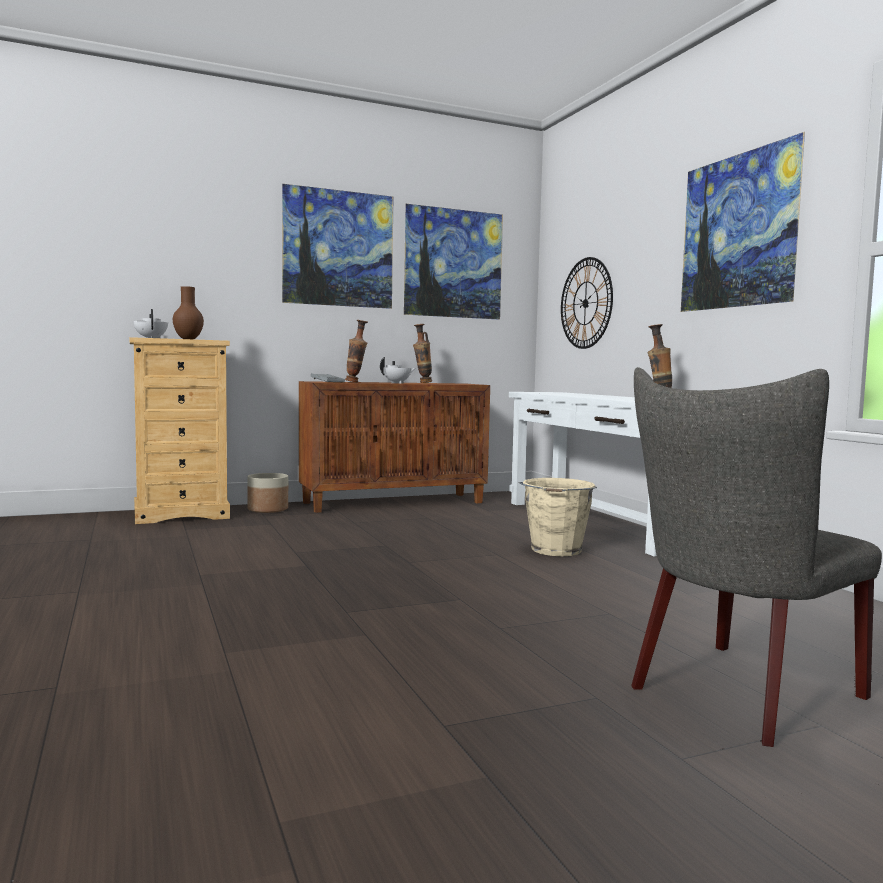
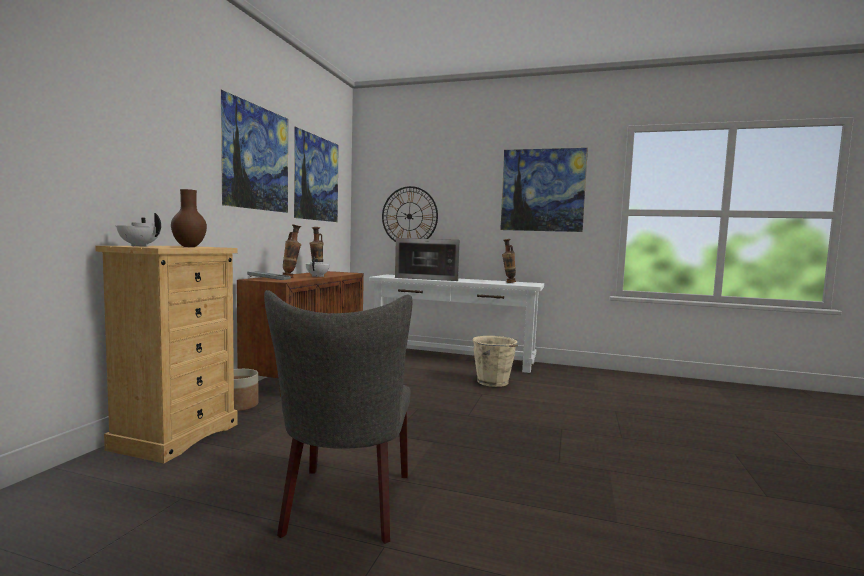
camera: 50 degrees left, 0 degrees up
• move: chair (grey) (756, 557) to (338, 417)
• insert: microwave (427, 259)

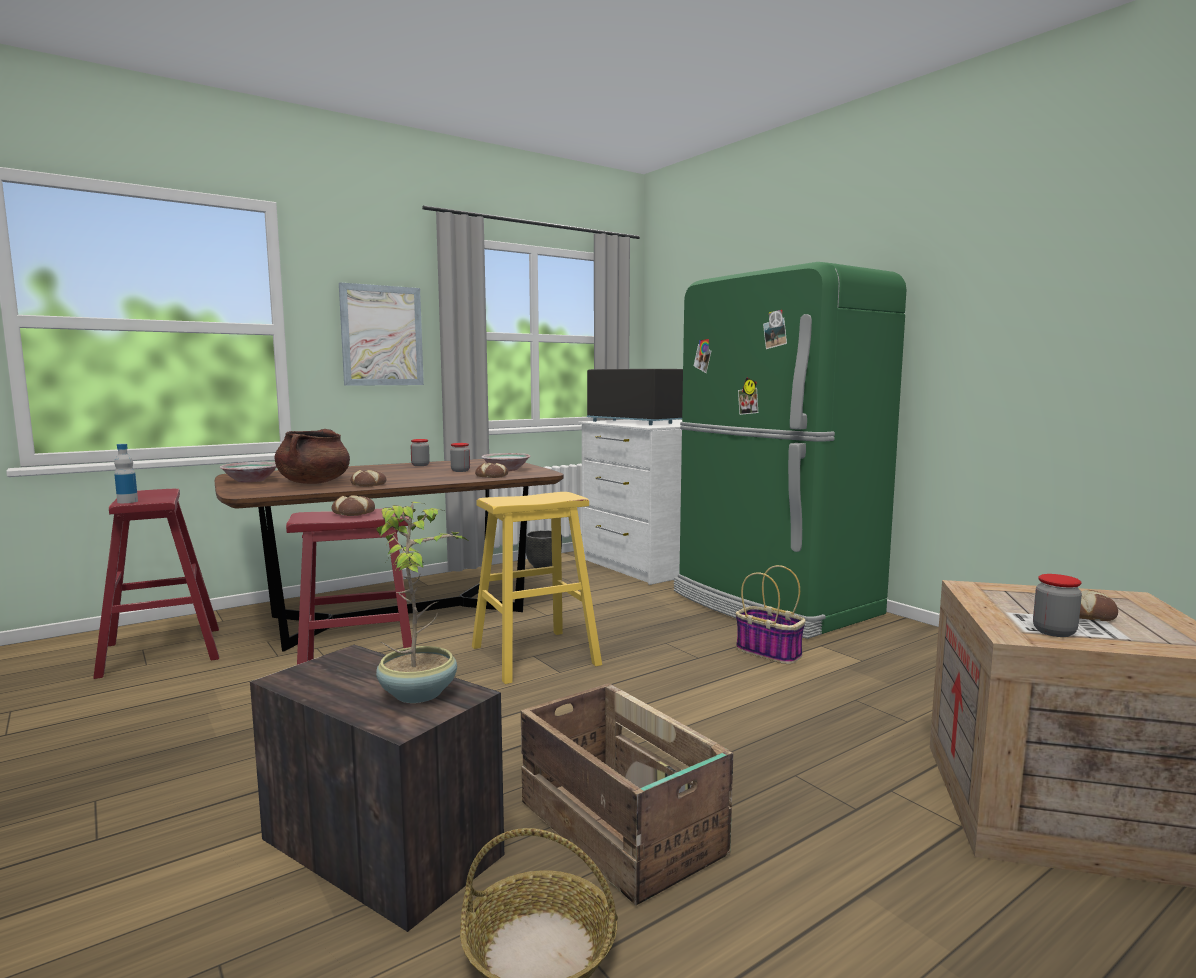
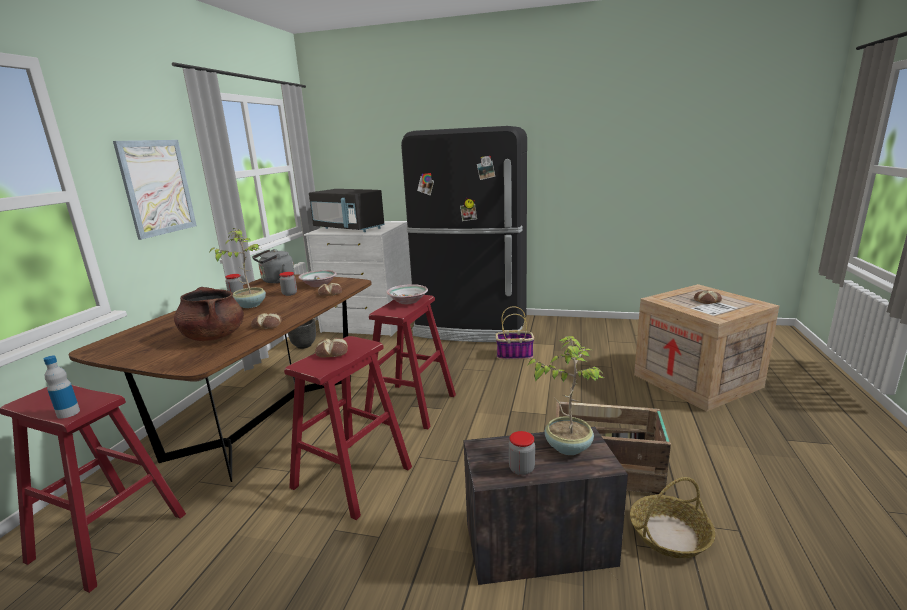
camera: 40 degrees left, 10 degrees up
• move: bowl (247, 472) to (407, 294)
• recolor: stool (yellow) (537, 588) to stool (red) (410, 362)
• rotate: microwave (black) (635, 397) = (347, 210) 150 degrees counterclockwise
• recolor: fridge (green) (790, 450) to fridge (black) (464, 234)
• move: jar (1057, 605) to (522, 453)
• insert: potted plant (238, 268)
• insert: kettle (grey) (273, 266)

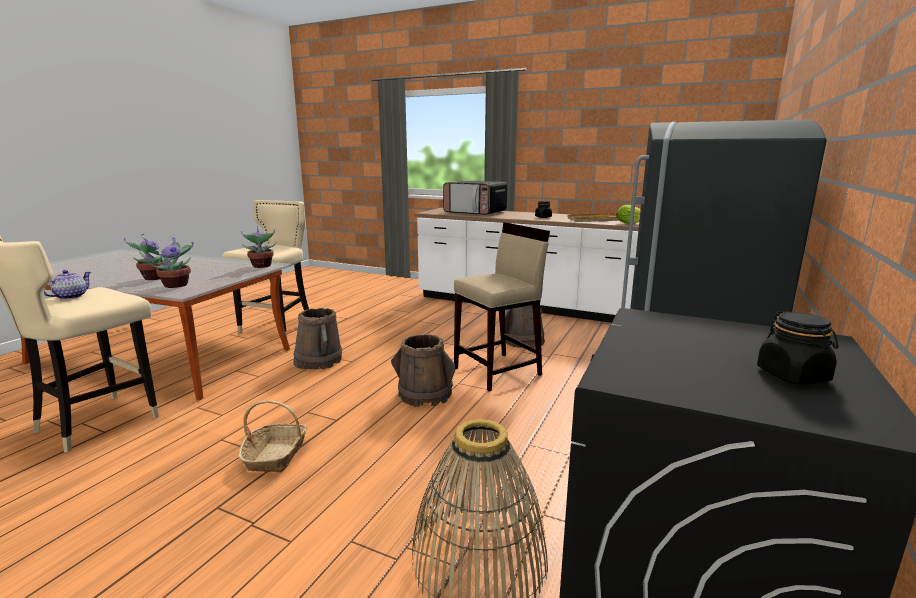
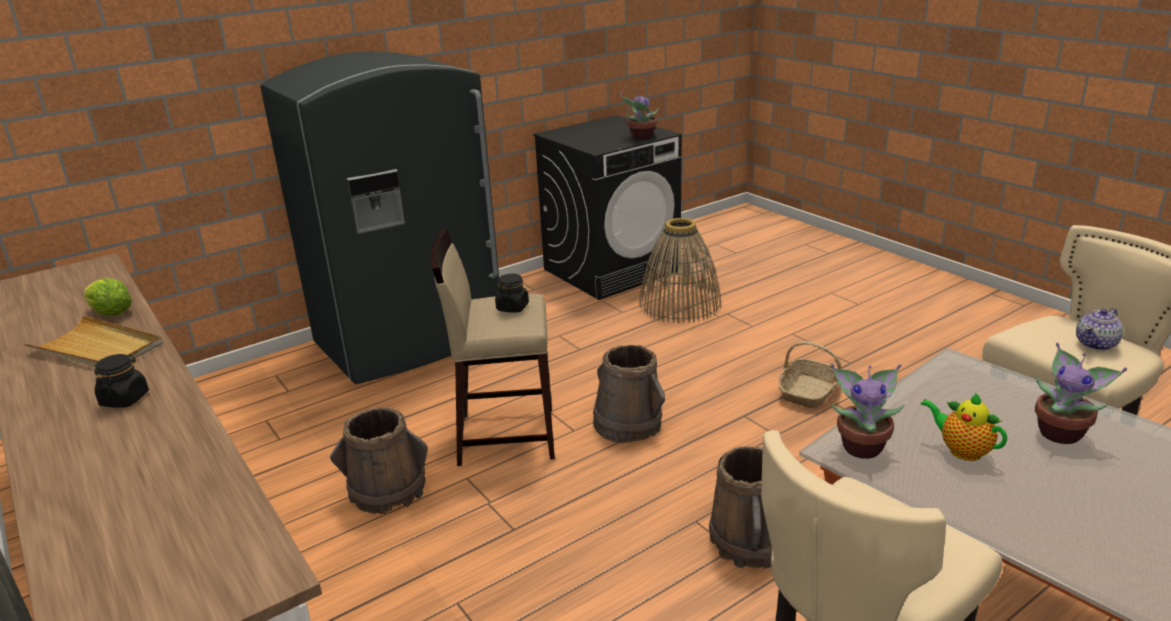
camera: 150 degrees left, 10 degrees up
• move: potted plant (173, 262) to (639, 114)
• delete: microwave (475, 198)
• move: jar (black) (798, 347) to (512, 293)
• insert: teapot (964, 426)

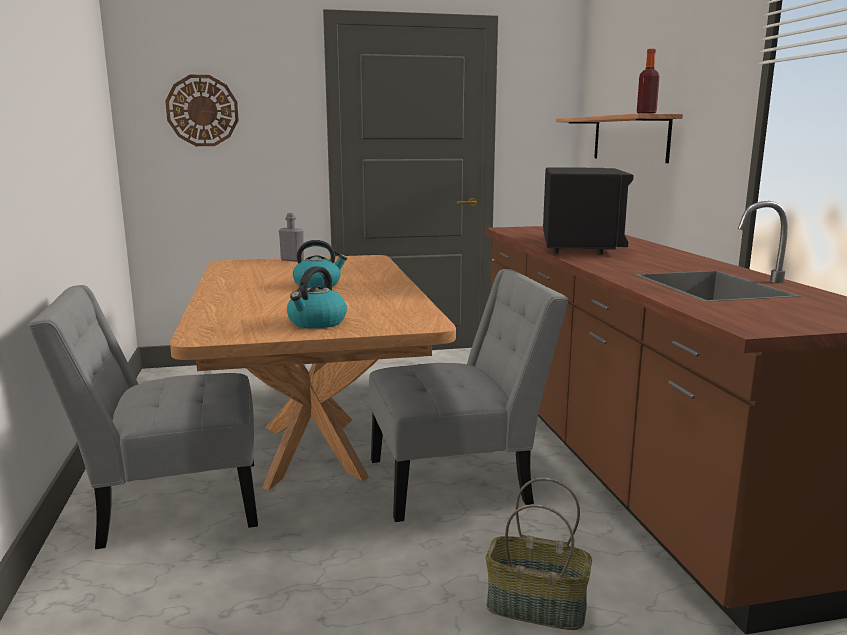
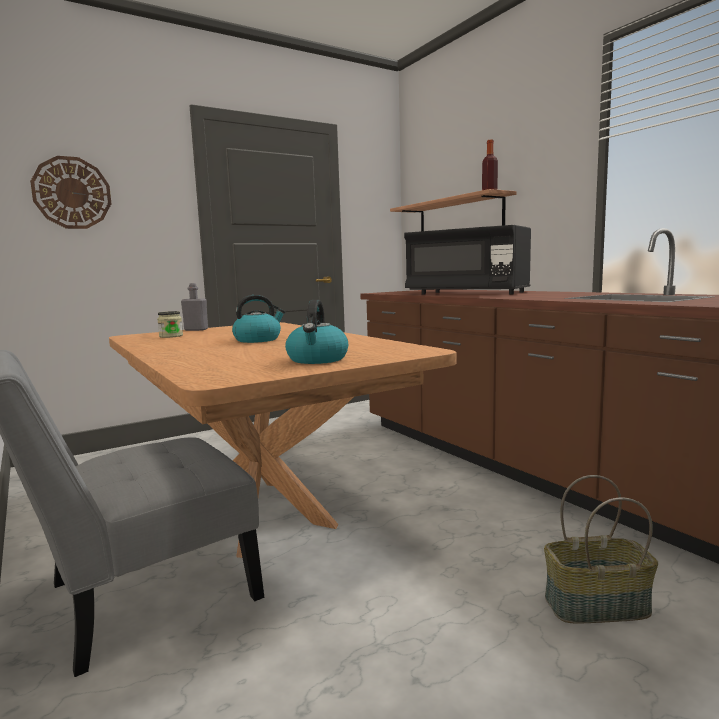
camera: 20 degrees left, 5 degrees down
• delete: chair (grey) (469, 395)
• rotate: microwave (black) (588, 210) = (467, 260) 135 degrees clockwise
• insert: jar (170, 324)

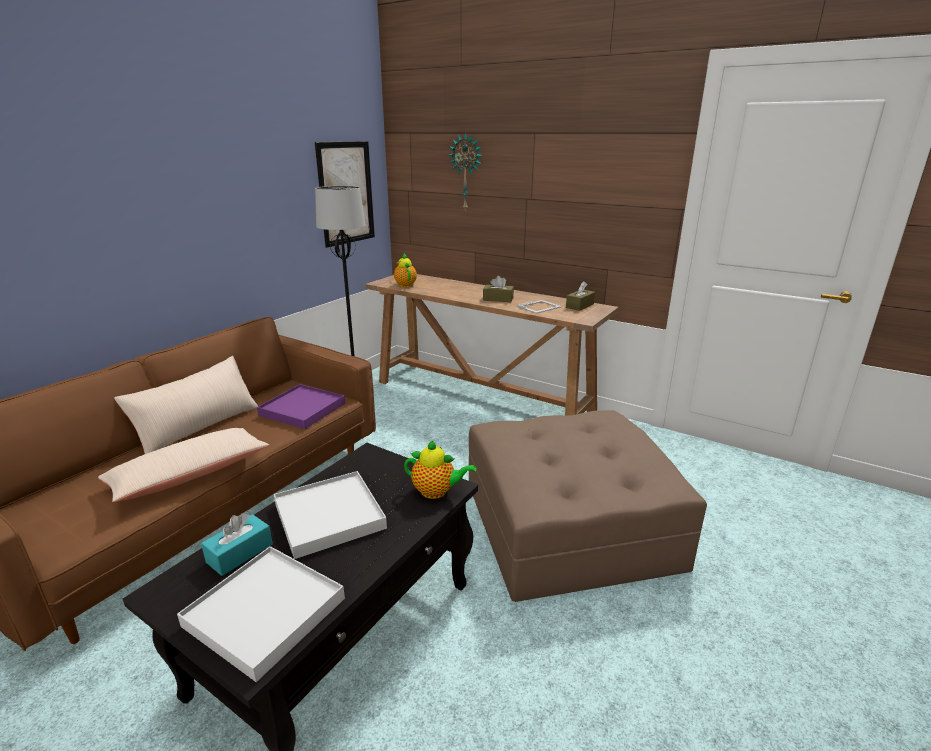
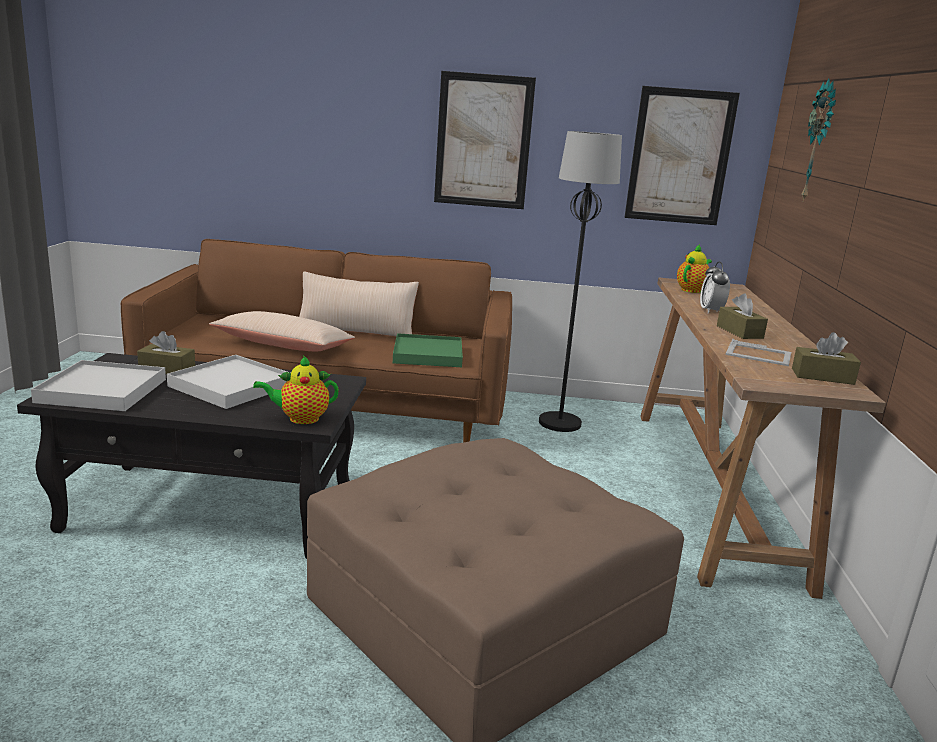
camera: 60 degrees right, 5 degrees down
• recolor: tissue box (turquoise) (237, 544) to tissue box (brown) (166, 352)
• recolor: tray (purple) (301, 406) to tray (green) (428, 350)
• rotate: teapot (440, 469) = (296, 390) 90 degrees clockwise
• insert: picture (485, 140)
• insert: alarm clock (715, 288)

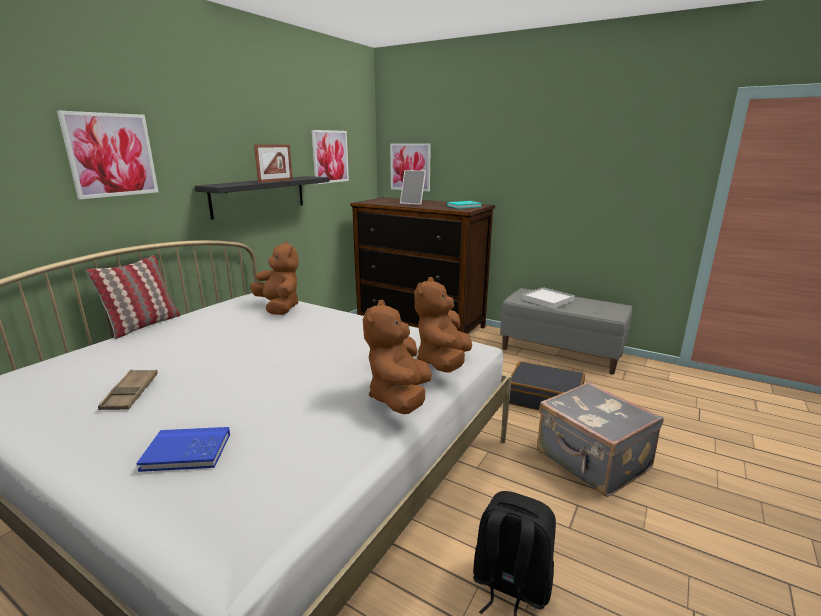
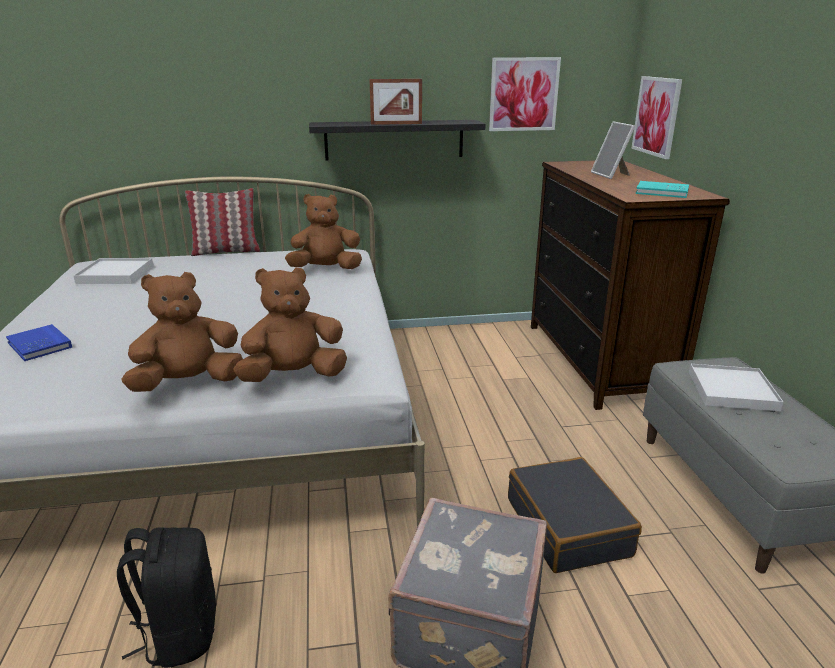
camera: 50 degrees right, 5 degrees up
• delete: picture (107, 155)
• delete: tray (brown) (128, 390)
• rotate: plush toy (brown) (274, 278) = (323, 231) 120 degrees counterclockwise
• insert: tray (white) (113, 271)

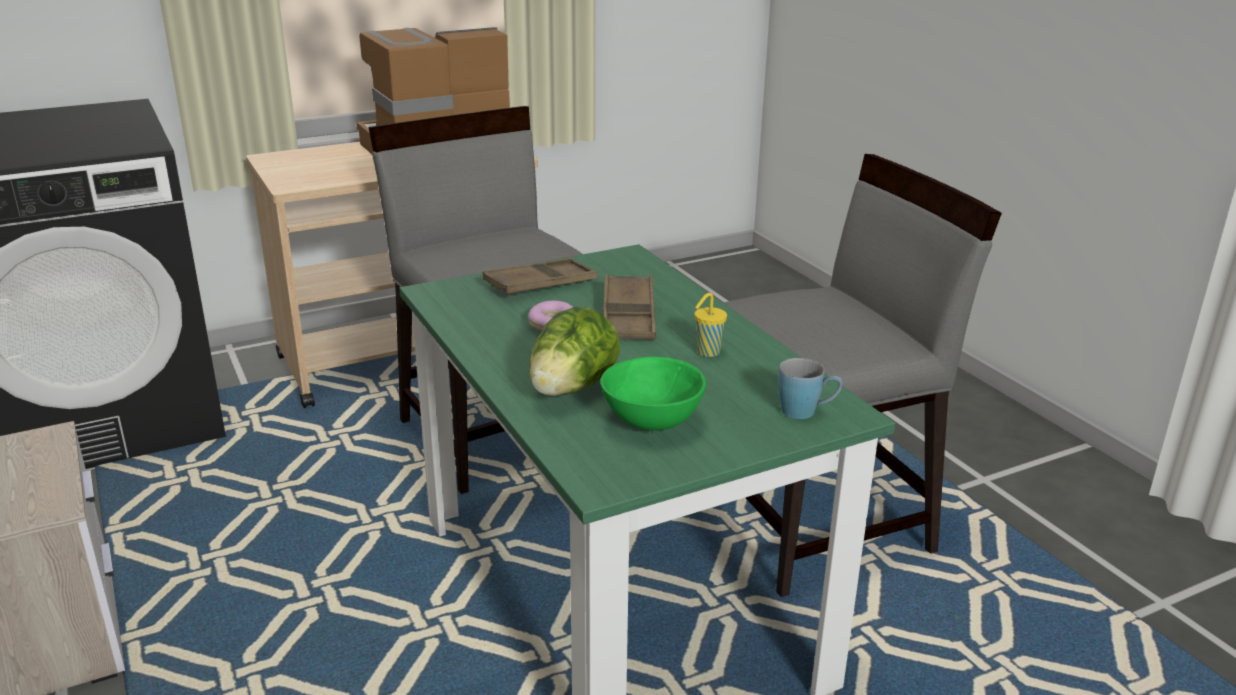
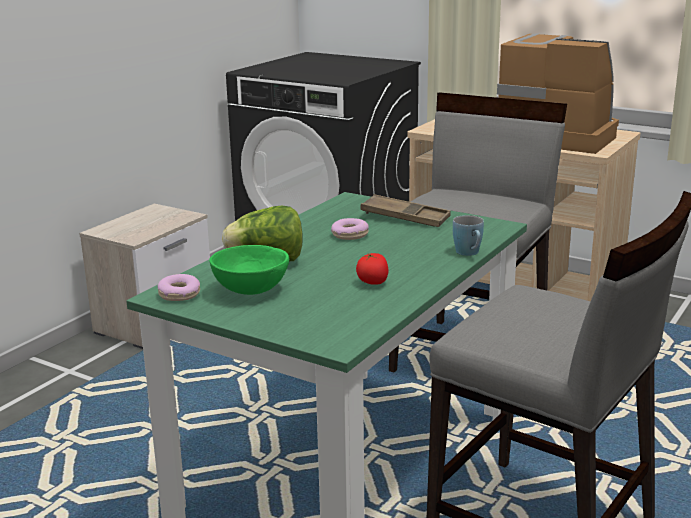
camera: 60 degrees right, 5 degrees down
• delete: tray (brown) (629, 307)
• replace: cup (yellow) (711, 325) to tomato (372, 269)
• move: mug (blue) (810, 388) to (468, 235)
• insert: donut (178, 287)

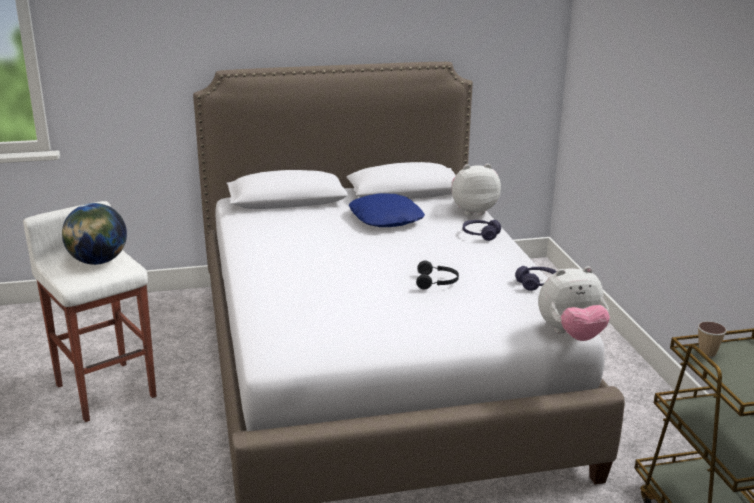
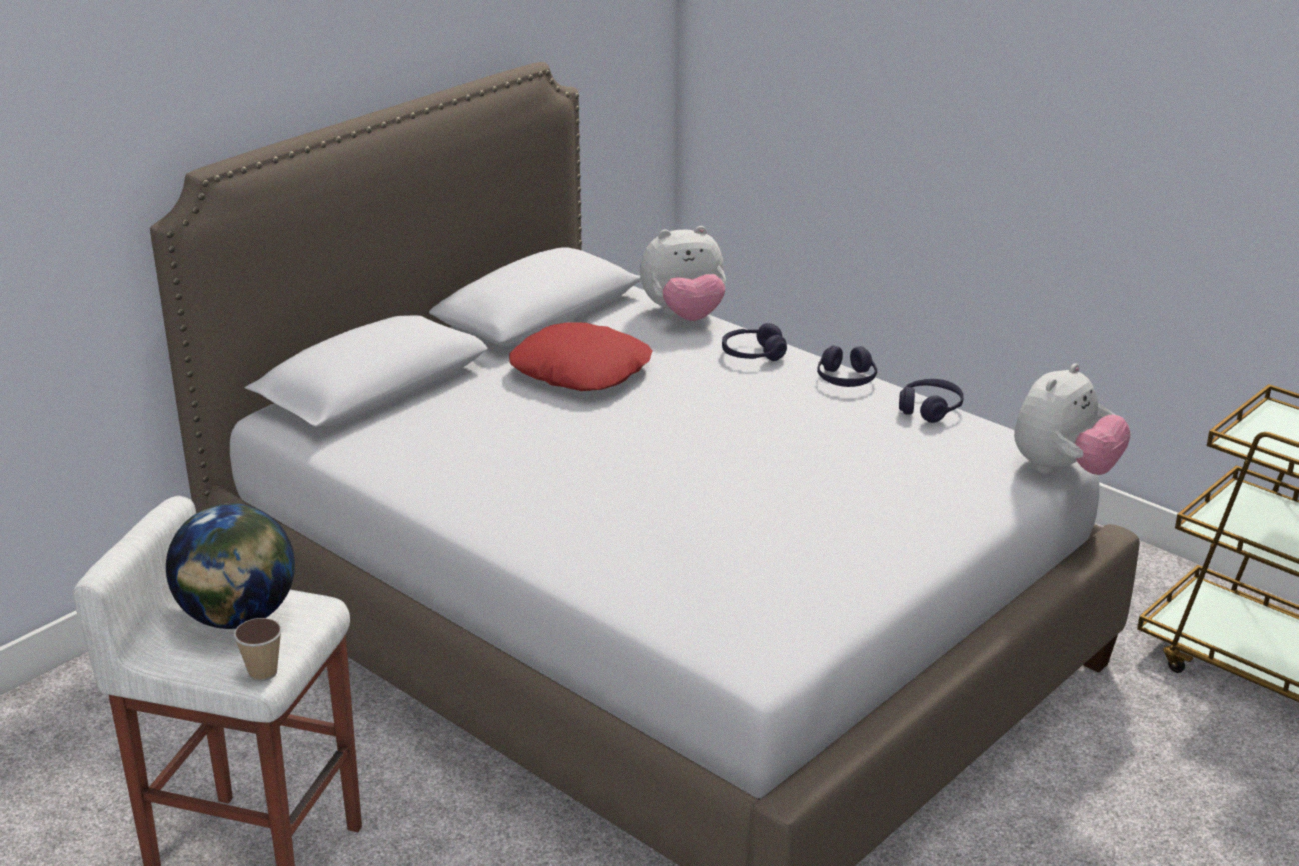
camera: 35 degrees left, 5 degrees up
• recolor: pillow (blue) (387, 210) to pillow (red) (580, 356)
• delete: headphones (black) (437, 275)
• rotate: plush toy (476, 189) = (683, 273) 150 degrees counterclockwise
• move: cup (712, 339) to (258, 649)
• insert: headphones (purple) (847, 366)

